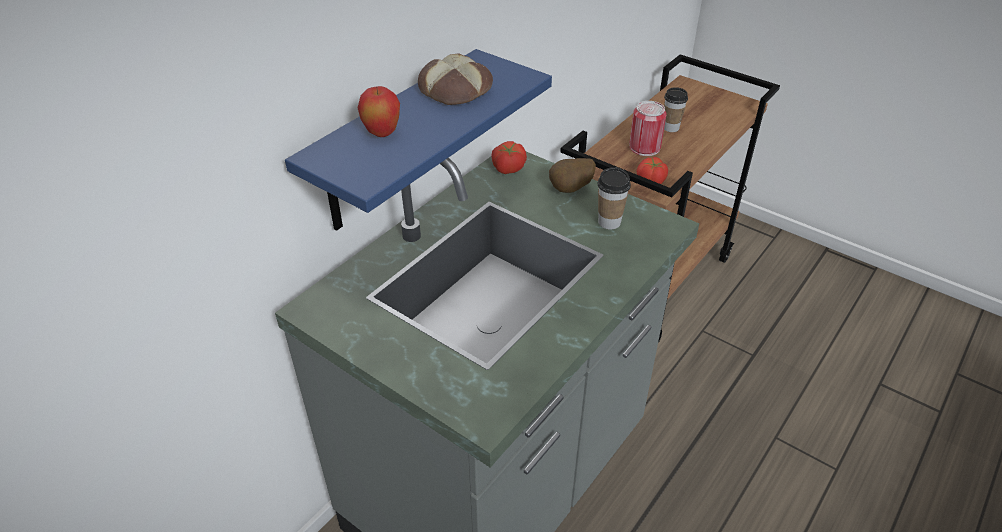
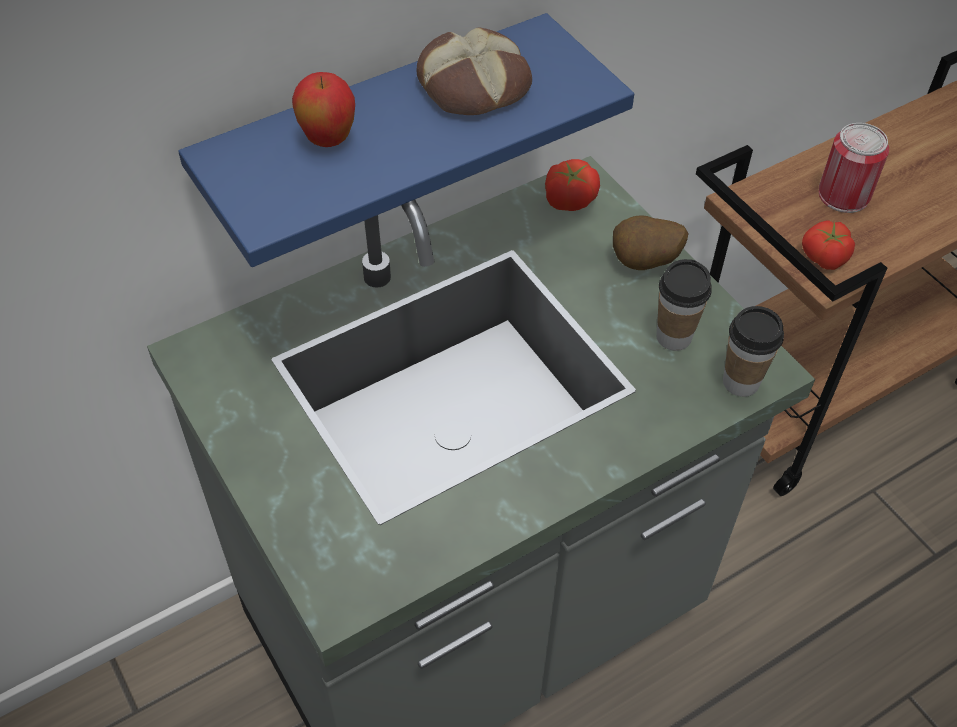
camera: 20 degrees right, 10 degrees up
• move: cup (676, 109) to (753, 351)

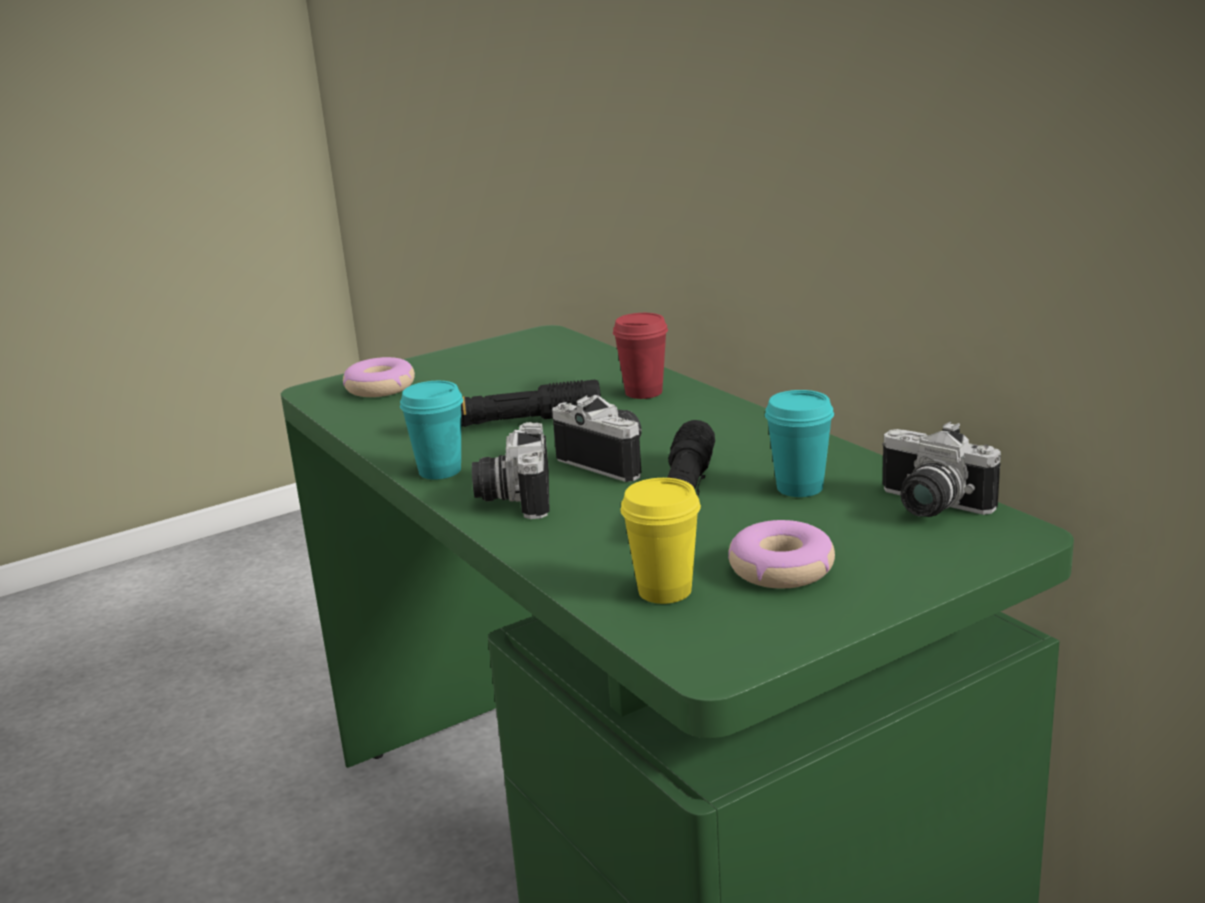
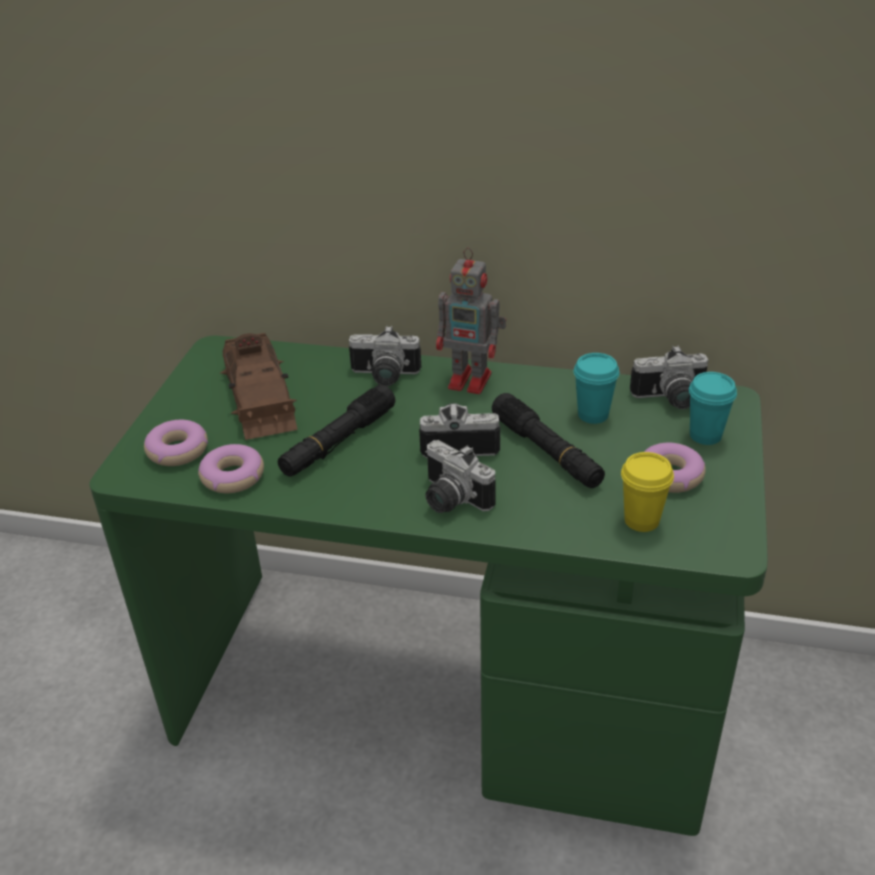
camera: 45 degrees left, 15 degrees up
• move: cup (turquoise) (431, 430) to (713, 408)
• replace: cup (red) (640, 356) to photo camera (385, 356)
• insert: donut (231, 468)
• insert: toy car (brown) (259, 386)
• insert: toy robot (471, 321)

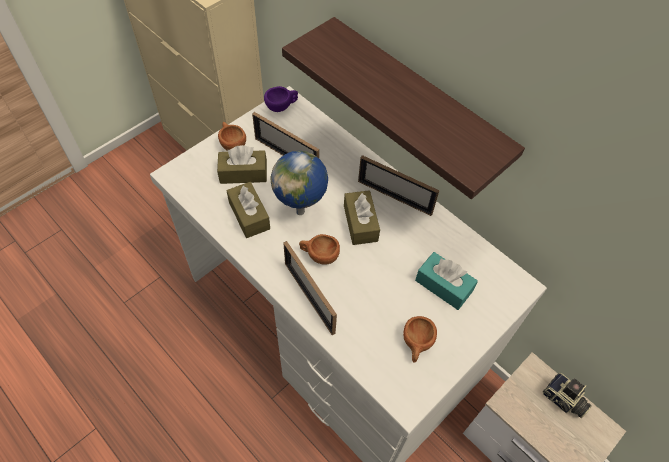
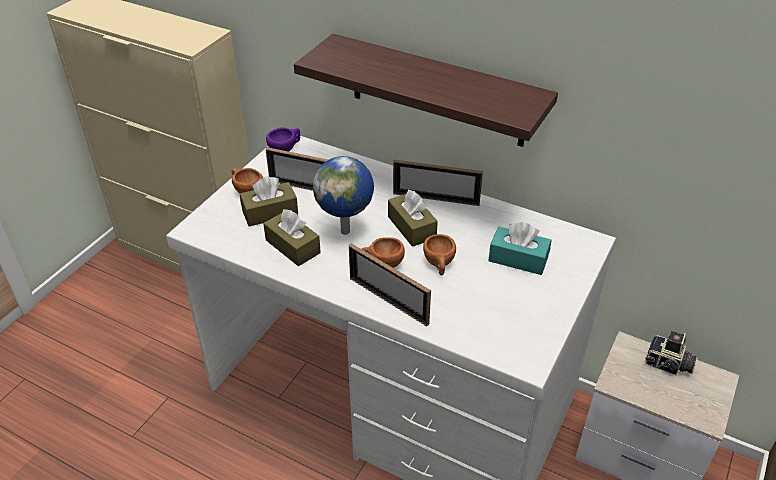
camera: 15 degrees left, 15 degrees down
• move: cup (brown) (420, 339) to (439, 255)

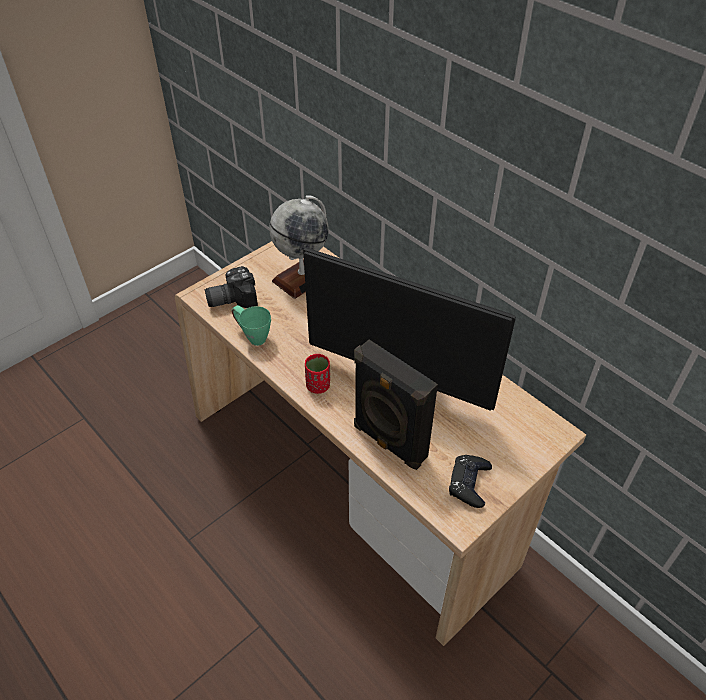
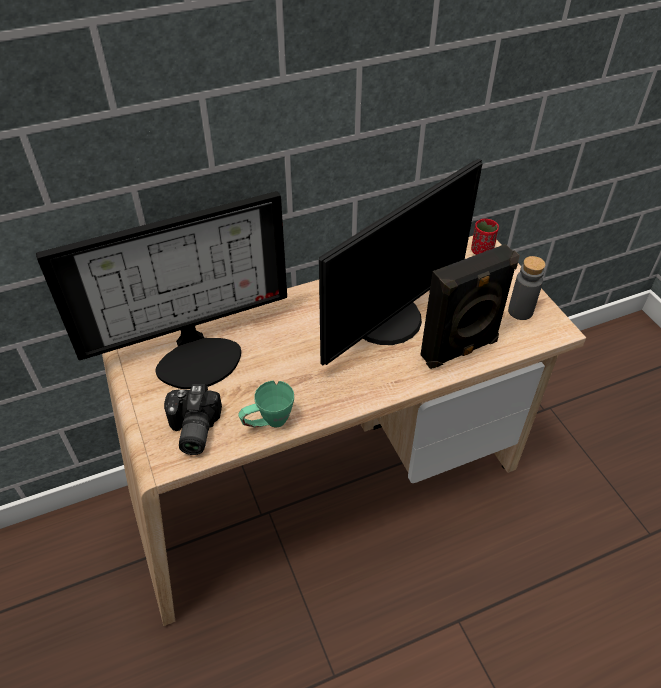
camera: 70 degrees left, 0 degrees up
• replace: globe (299, 247) to monitor (161, 290)
• move: cup (red) (317, 374) to (485, 237)
• replace: game controller (black) (470, 481) to bottle (grey) (526, 288)

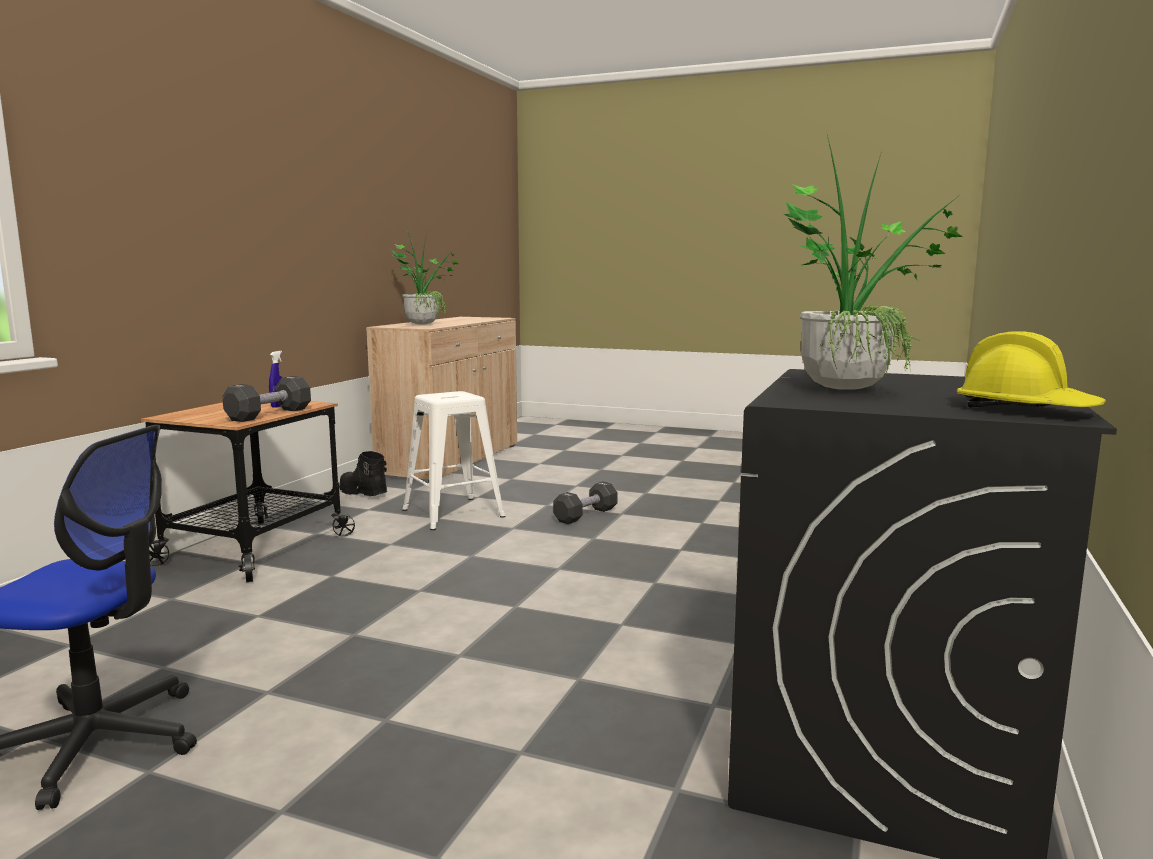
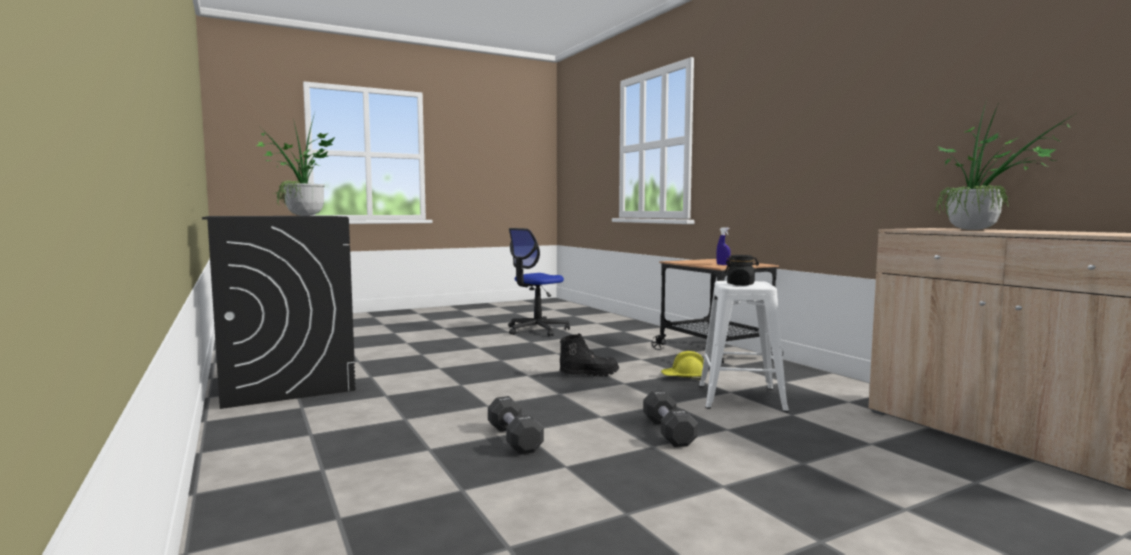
camera: 130 degrees right, 5 degrees down
• move: dumbbell (black) (267, 399) to (516, 425)
• move: boot (black) (363, 473) to (589, 355)
• move: hard hat (yellow) (1031, 369) to (682, 365)
• insert: jar (black) (742, 270)

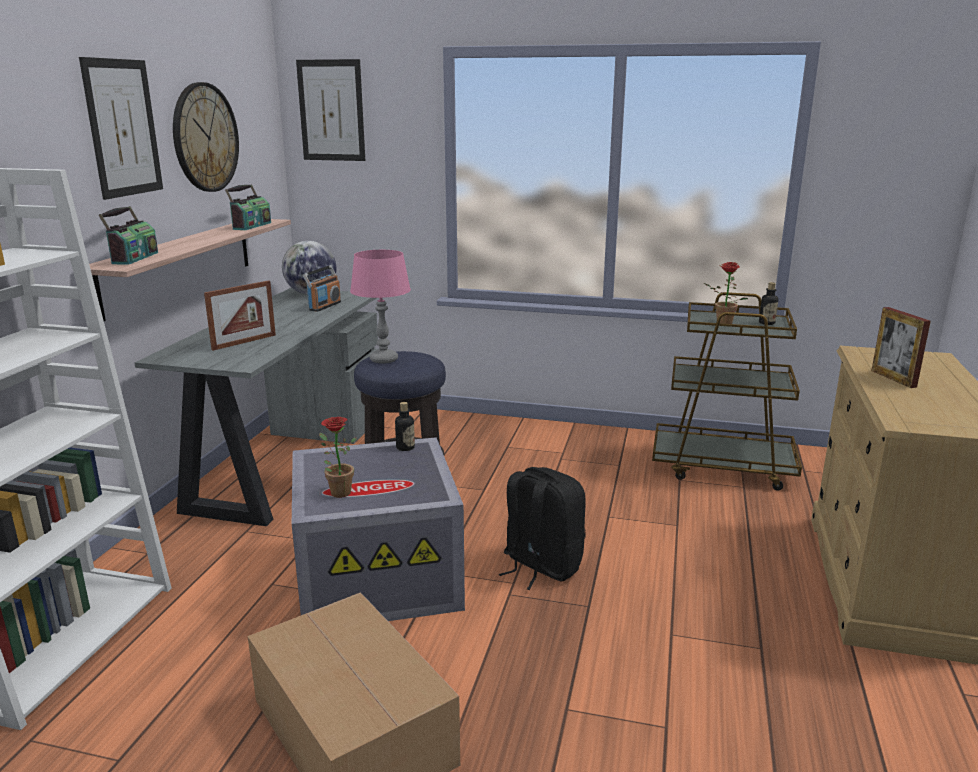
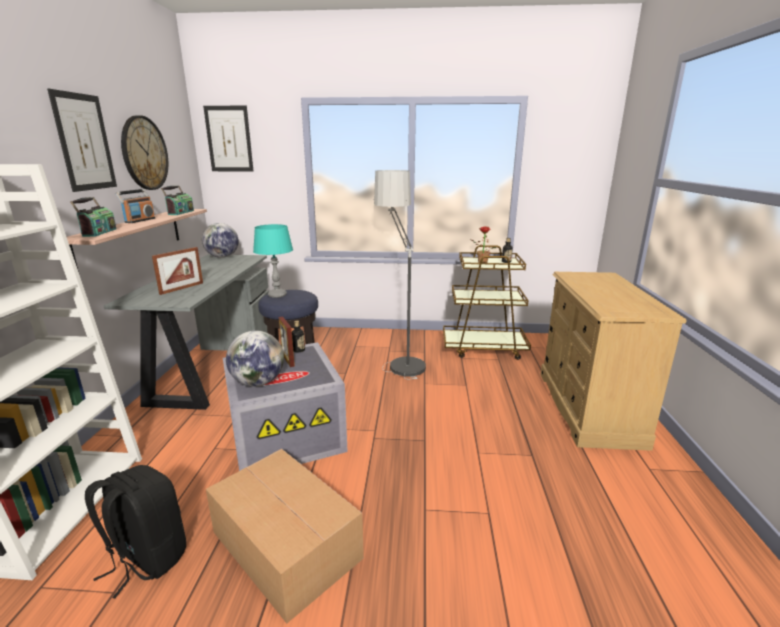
camera: 10 degrees left, 0 degrees up
• move: radio (322, 288) to (135, 206)
• replace: potted plant (338, 457) to globe (255, 358)
• recolor: table lamp (pink) (380, 307) to table lamp (turquoise) (273, 261)
• move: backpack (black) (542, 528) to (135, 531)
• move: picture frame (901, 347) to (287, 341)
• insert: floor lamp (399, 274)

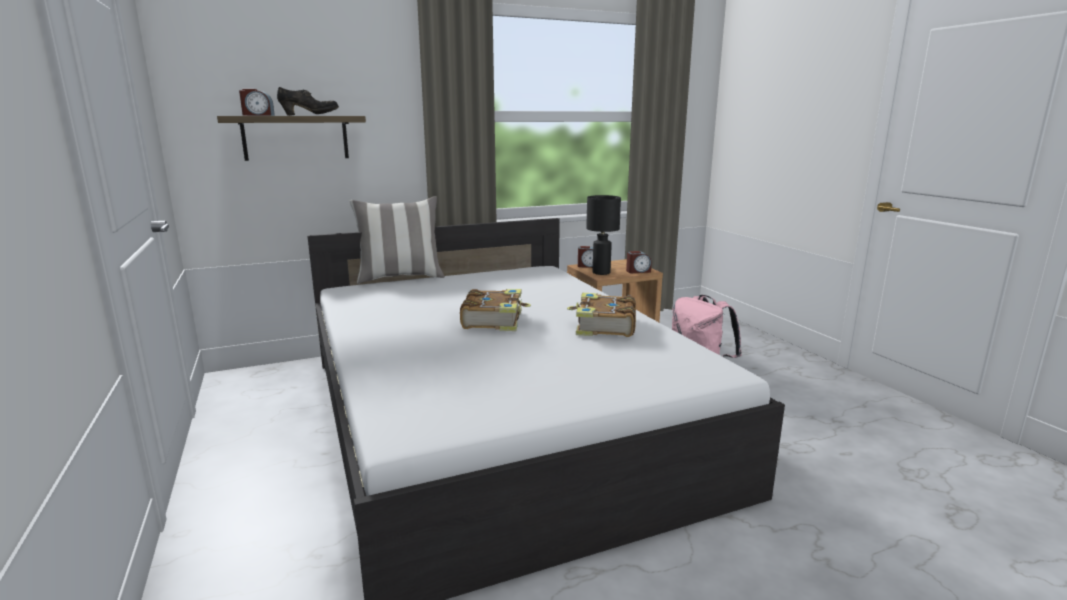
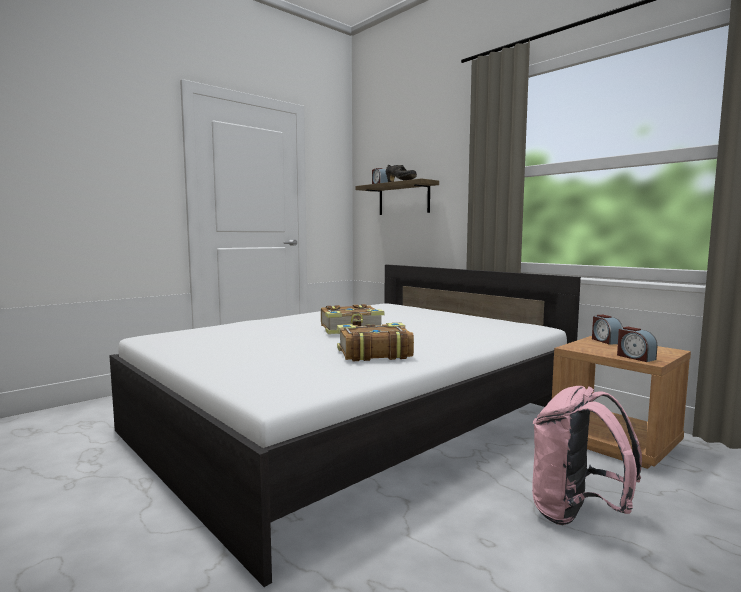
camera: 70 degrees right, 10 degrees down
• delete: pillow (397, 240)
• delete: table lamp (black) (603, 235)

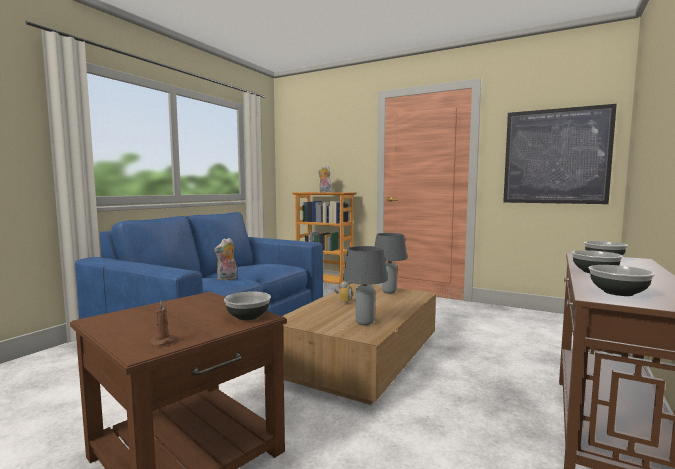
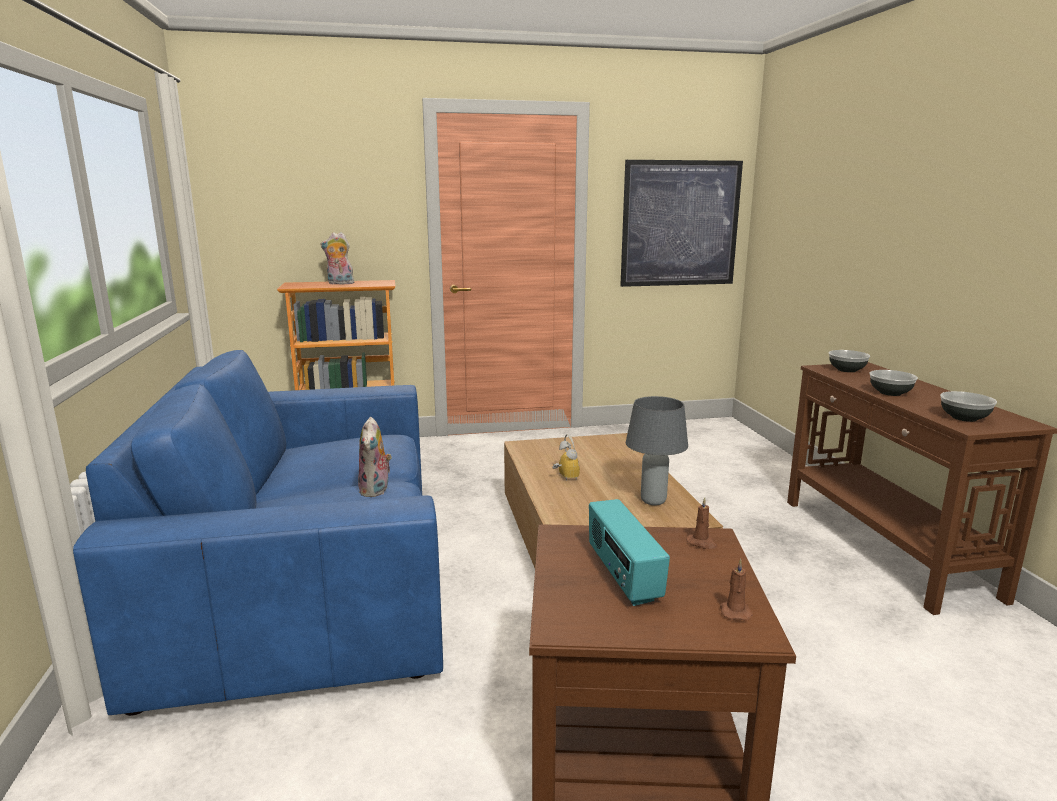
camera: 40 degrees left, 10 degrees up
• replace: bowl (247, 305) to candle (brown) (701, 523)
• delete: table lamp (grey) (391, 263)
• insert: radio (629, 552)

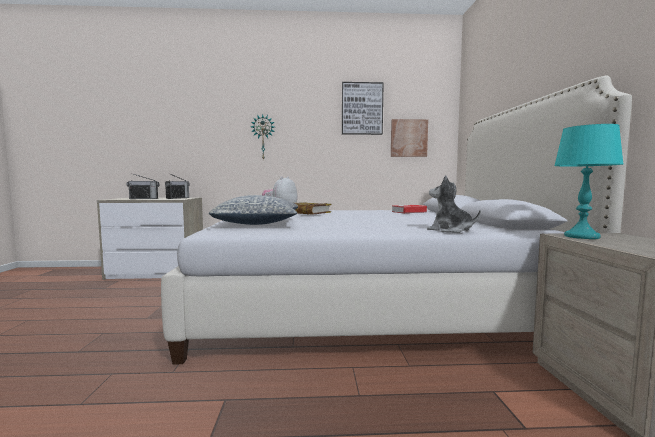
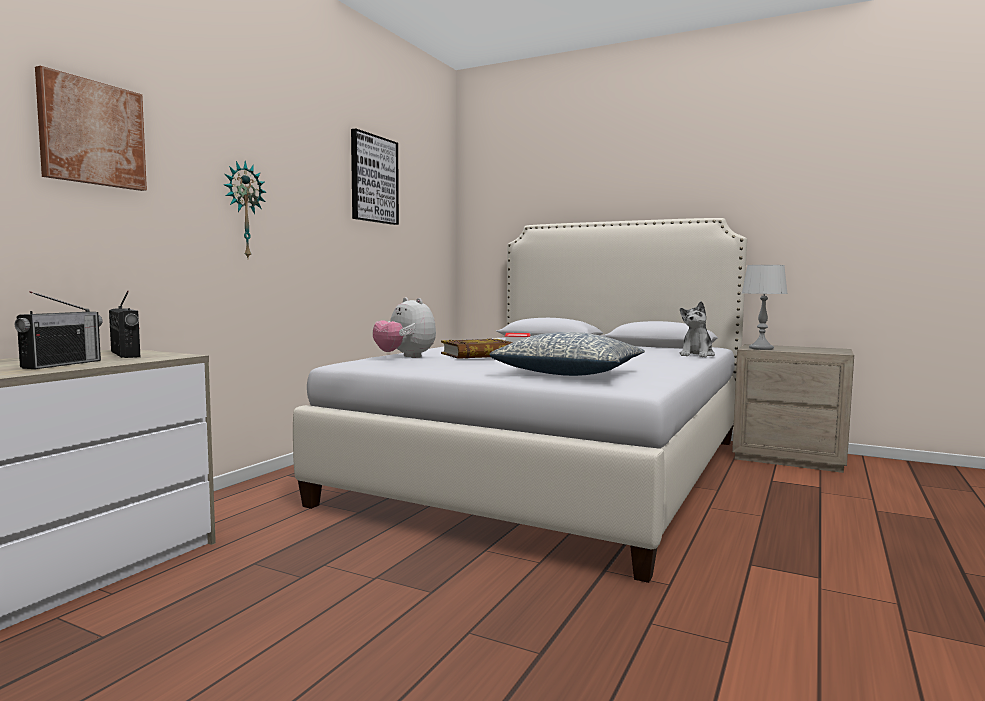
camera: 60 degrees left, 0 degrees up
• move: picture (409, 138) to (91, 128)
• rotate: plush toy (454, 204) = (697, 329) 45 degrees counterclockwise
• recolor: table lamp (turquoise) (589, 181) to table lamp (grey) (765, 307)

